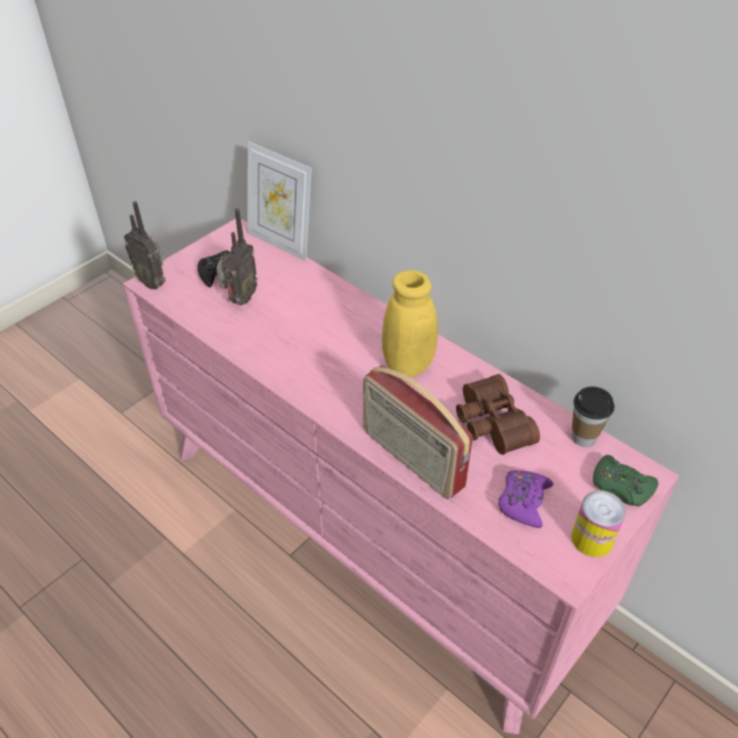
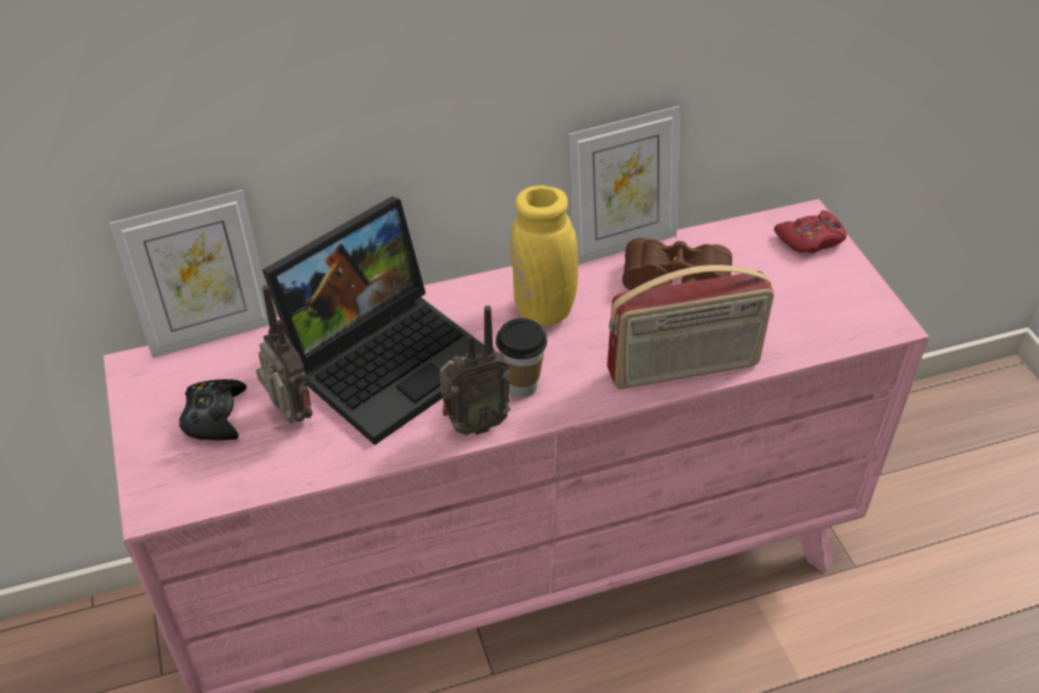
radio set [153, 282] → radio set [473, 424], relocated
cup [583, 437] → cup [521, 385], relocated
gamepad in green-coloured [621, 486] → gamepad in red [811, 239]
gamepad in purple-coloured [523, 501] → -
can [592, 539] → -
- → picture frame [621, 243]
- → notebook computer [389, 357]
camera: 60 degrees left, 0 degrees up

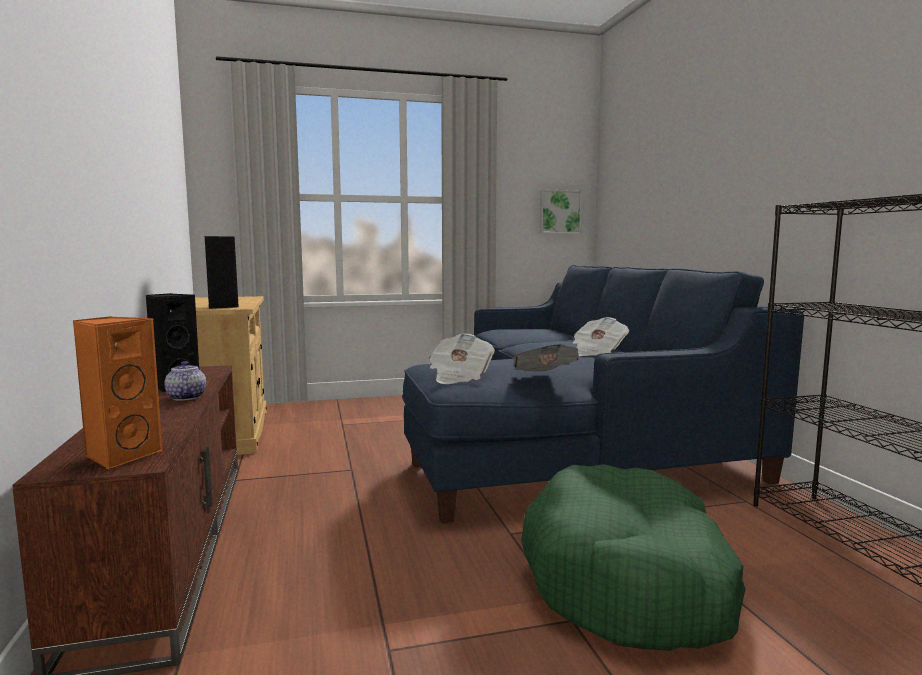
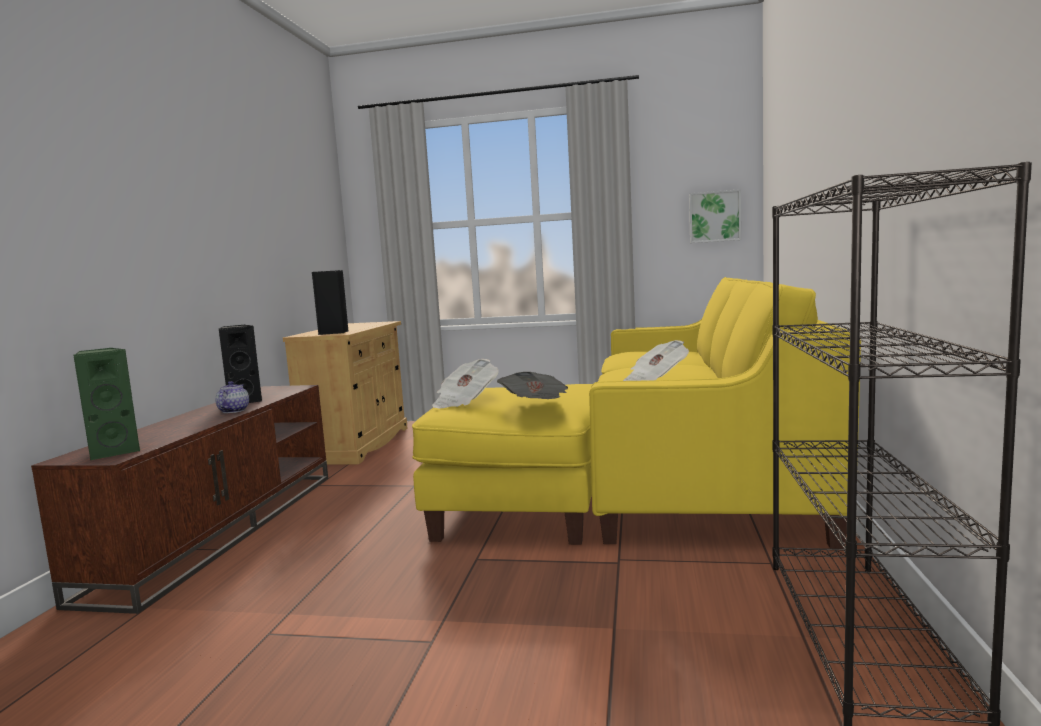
couch in blue [571, 437] → couch in yellow-coloured [660, 473]
audio speaker in orange-coloured [121, 456] → audio speaker in green-coloured [114, 452]
dog bed in green-coloured [628, 580] → -
camera: 25 degrees right, 0 degrees up

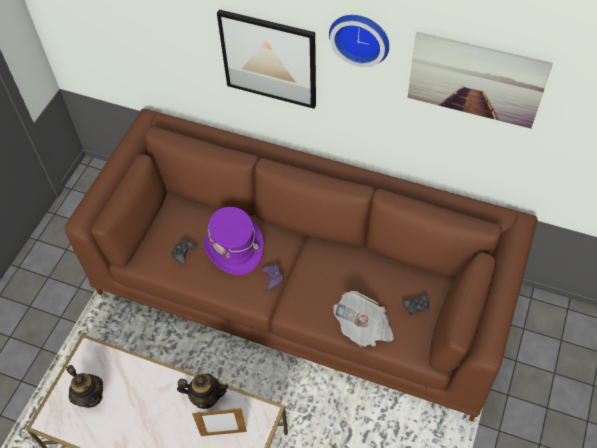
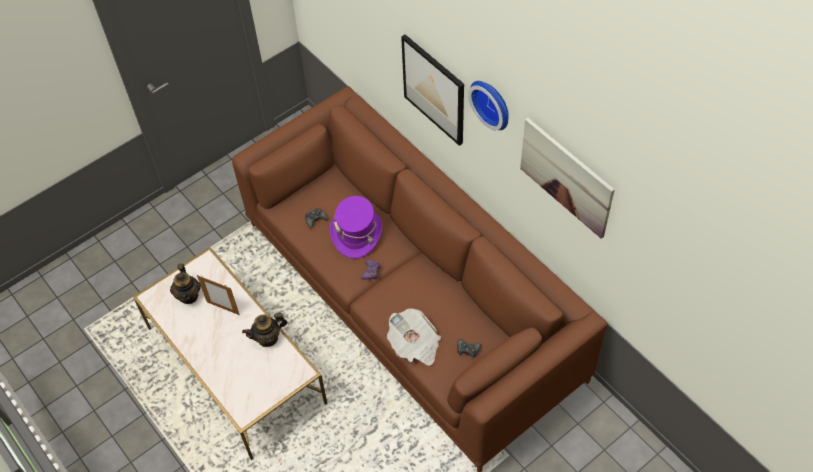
tea pot [206, 397] → tea pot [268, 338], 120 degrees clockwise
picture frame [223, 433] → picture frame [223, 308], relocated
camera: 30 degrees right, 0 degrees up

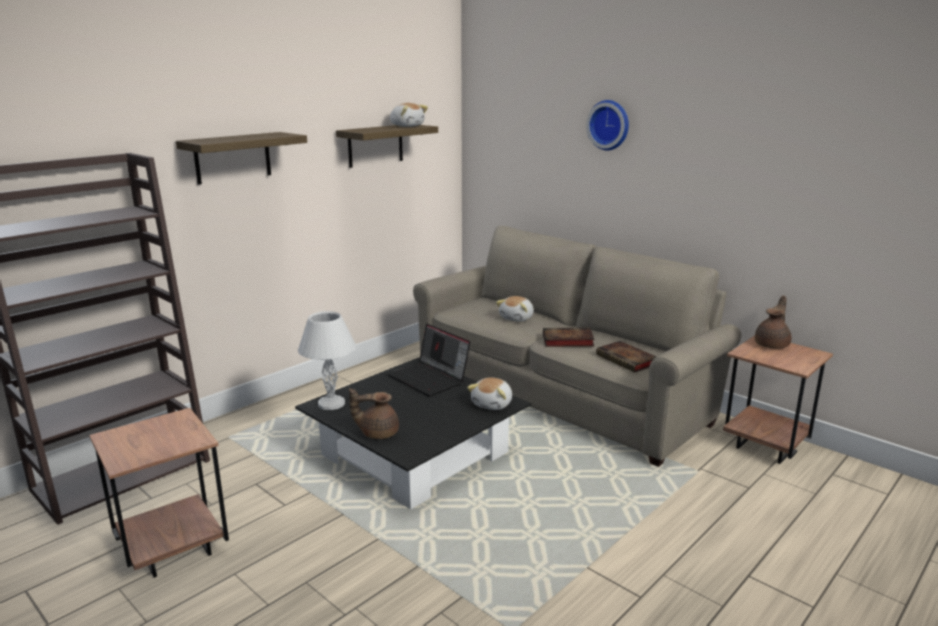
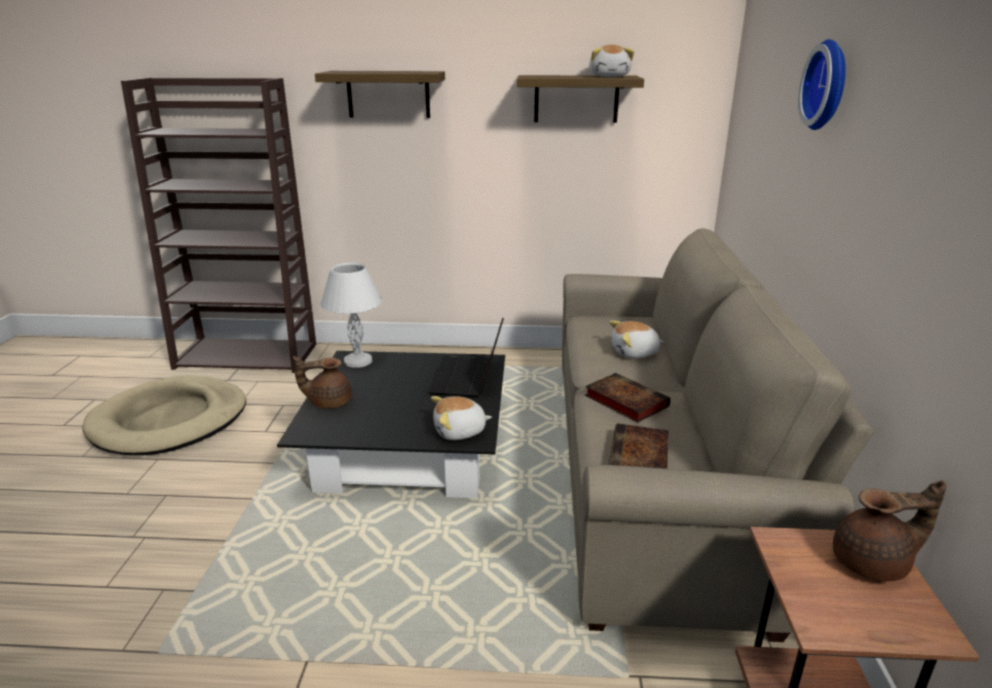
tea pot in brown [377, 433] → tea pot in brown [328, 402], 60 degrees counterclockwise
end table in brown [173, 550] → dog bed in beige [170, 421]
camera: 50 degrees right, 5 degrees up

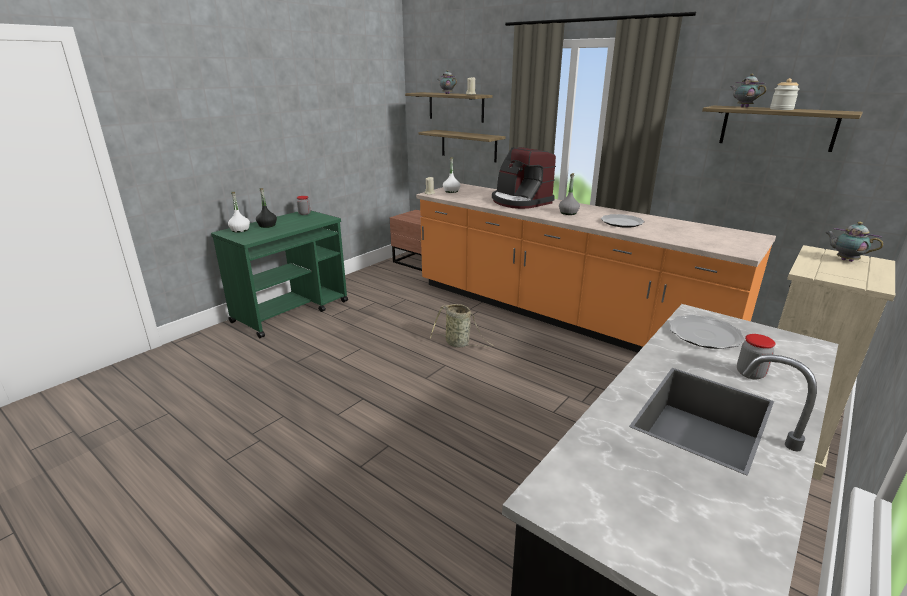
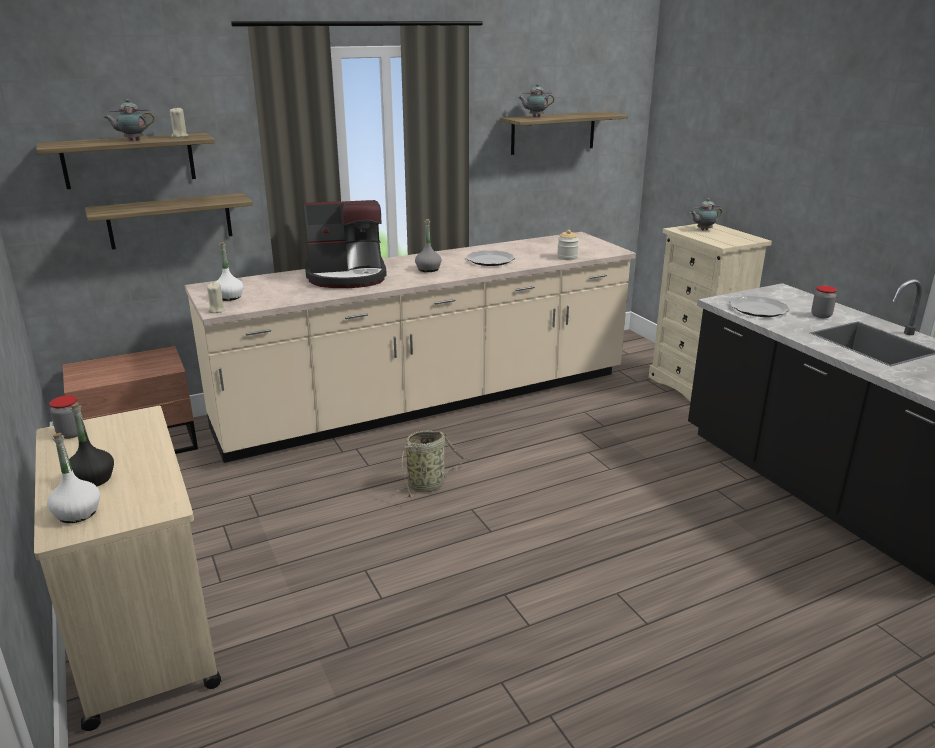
storage jar [781, 109] → storage jar [567, 257], relocated
kitchen base unit in orange-coloured [560, 316] → kitchen base unit in beige [427, 402]
cart in green-coloured [292, 311] → cart in beige [143, 629]
camera: 65 degrees left, 0 degrees up

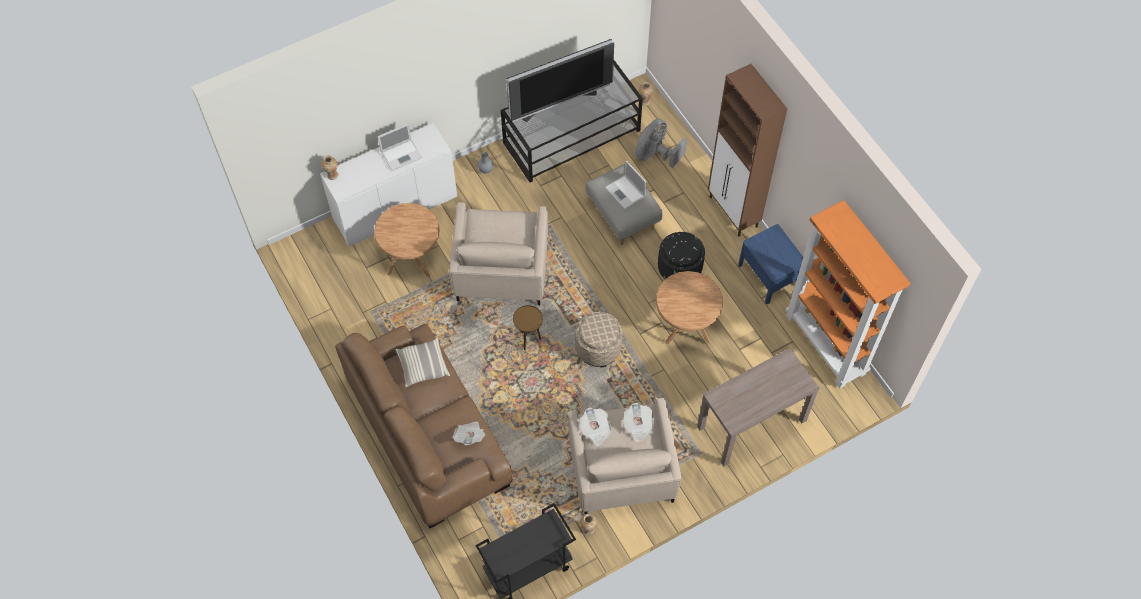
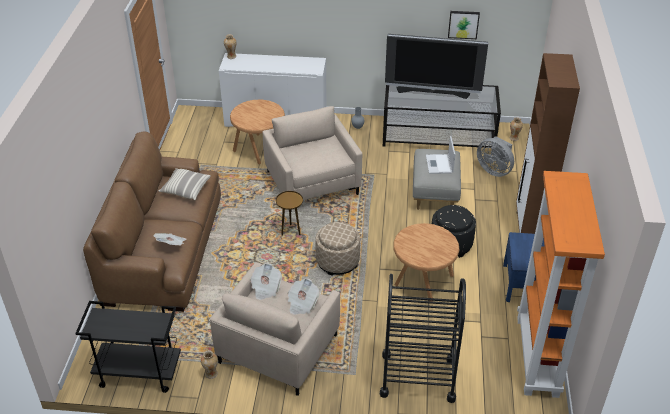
fan in greyish [655, 154] → fan in greyish [494, 170], 120 degrees counterclockwise
notebook computer [402, 154] → -
armchair in beige [501, 269] → armchair in beige [312, 183], 120 degrees clockwise
narrow table in brown [751, 424] → cart in black-coloured [418, 377]
- → wall picture [463, 24]
camera: 35 degrees right, 20 degrees down

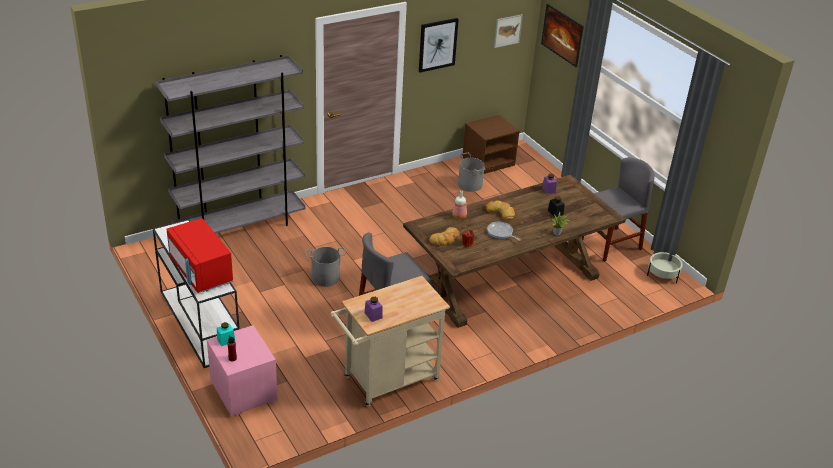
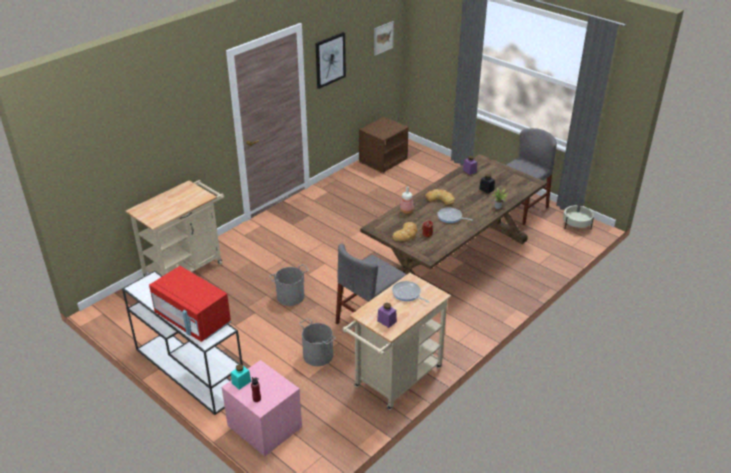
wall picture [560, 45] → -
bookshelf in greyish [240, 227] → cart in beige [187, 268]
pail in greyish [469, 185] → pail in greyish [317, 355], relocated
- → pan [407, 294]
camera: 15 degrees left, 0 degrees up

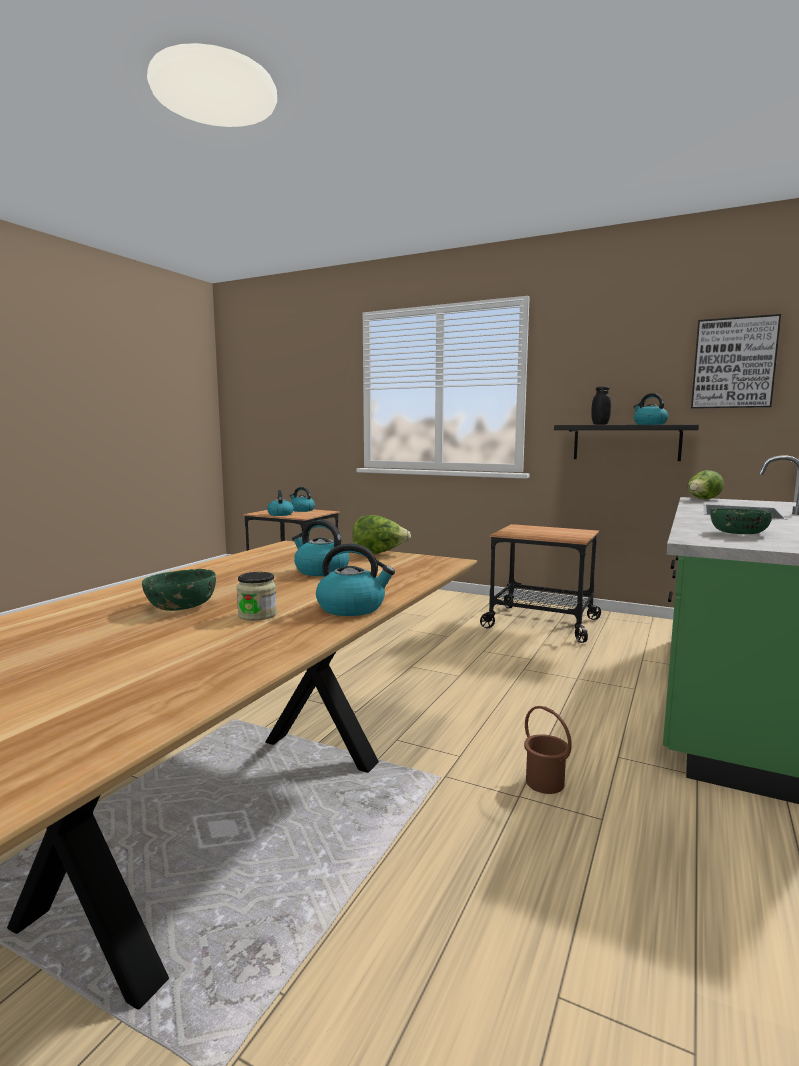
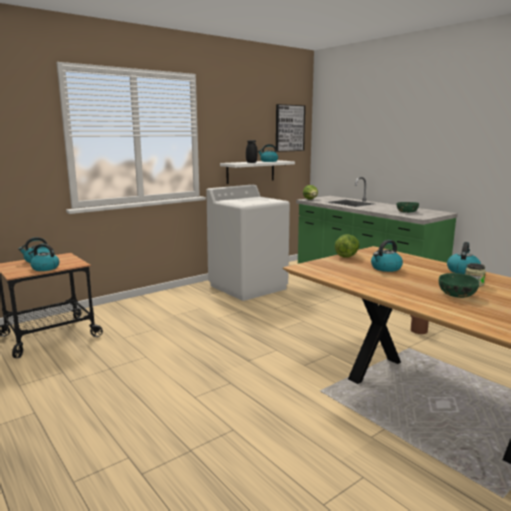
wall shelf in black-coloured [626, 442] → wall shelf in whitish [250, 171]
cart [541, 623] → laundry appliance in whitish [248, 287]
camera: 65 degrees left, 5 degrees up

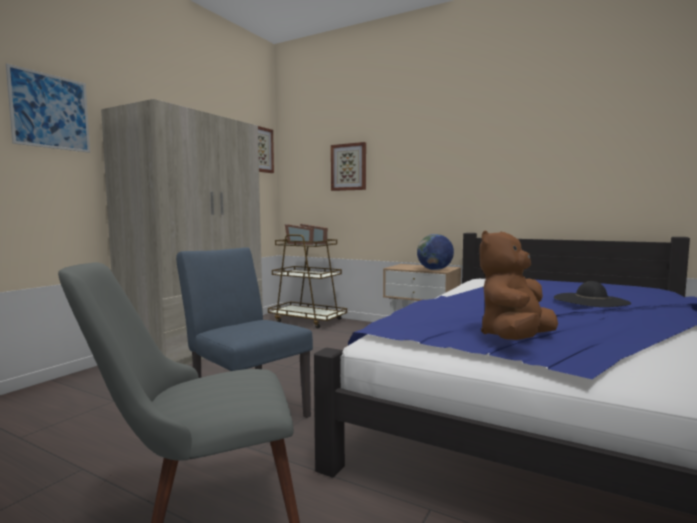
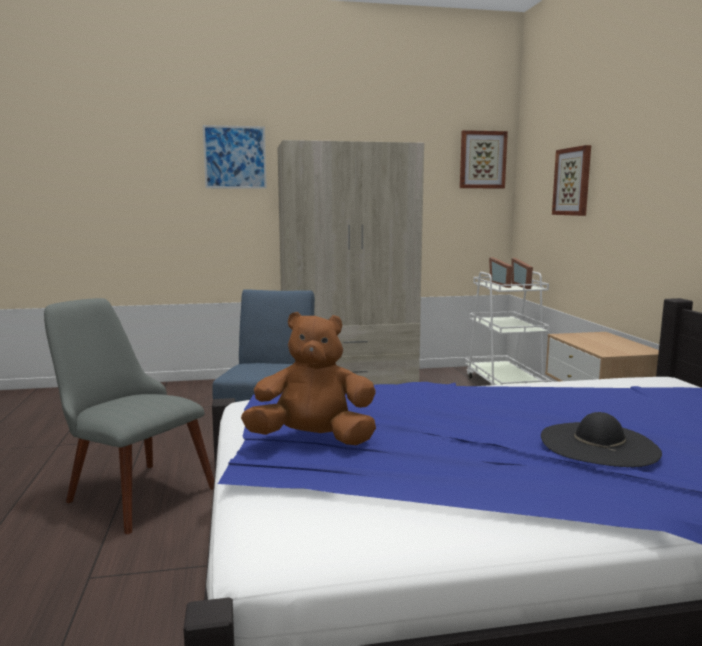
cart in brown [307, 320] → cart in whitish [504, 384]
world globe [434, 269] → -
camera: 50 degrees right, 5 degrees up

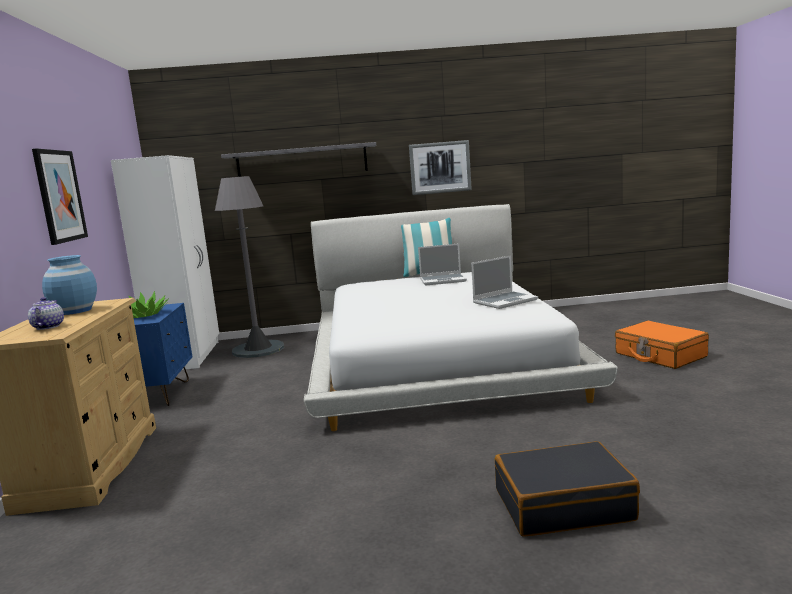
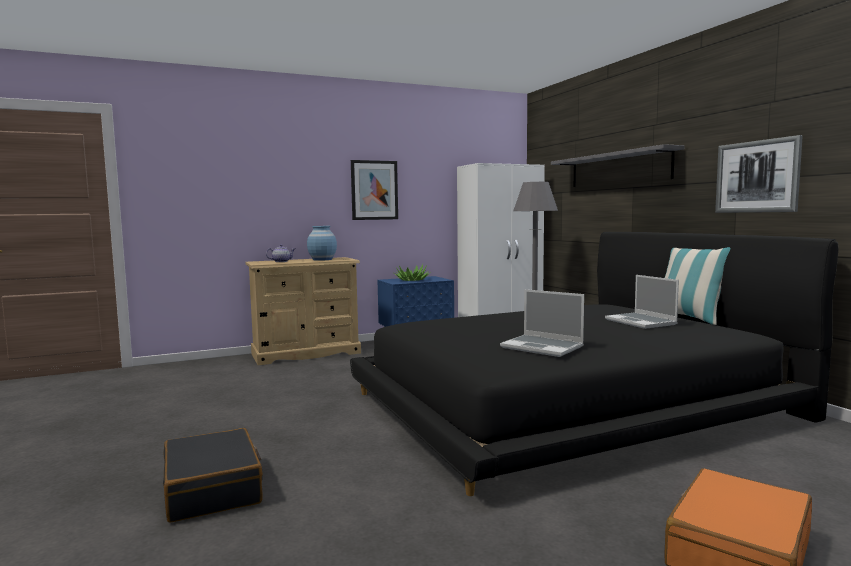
sleeping bed in whitish [436, 358] → sleeping bed in black-coloured [568, 403]
camera: 70 degrees right, 5 degrees down

